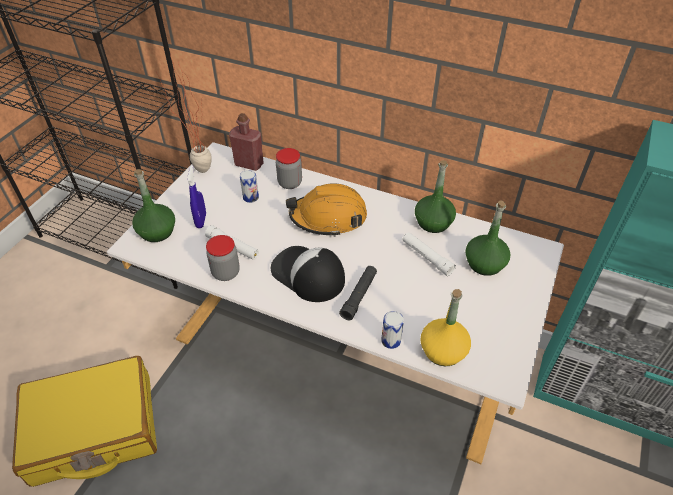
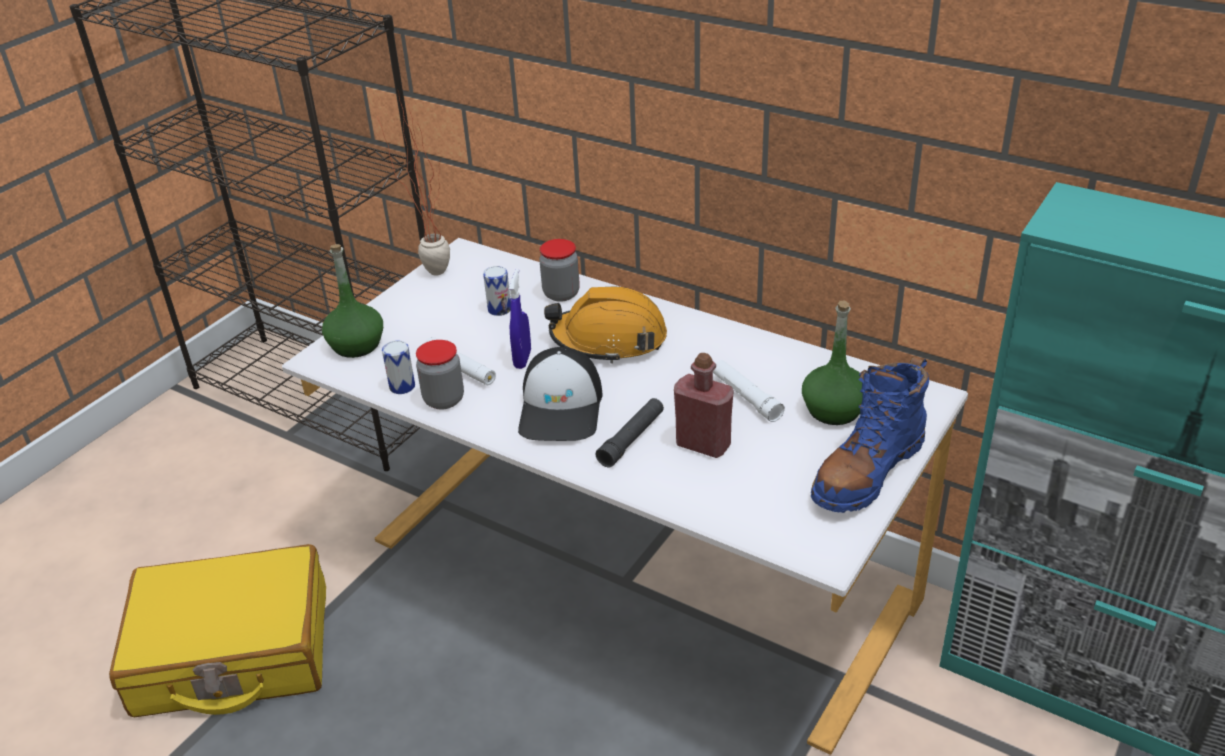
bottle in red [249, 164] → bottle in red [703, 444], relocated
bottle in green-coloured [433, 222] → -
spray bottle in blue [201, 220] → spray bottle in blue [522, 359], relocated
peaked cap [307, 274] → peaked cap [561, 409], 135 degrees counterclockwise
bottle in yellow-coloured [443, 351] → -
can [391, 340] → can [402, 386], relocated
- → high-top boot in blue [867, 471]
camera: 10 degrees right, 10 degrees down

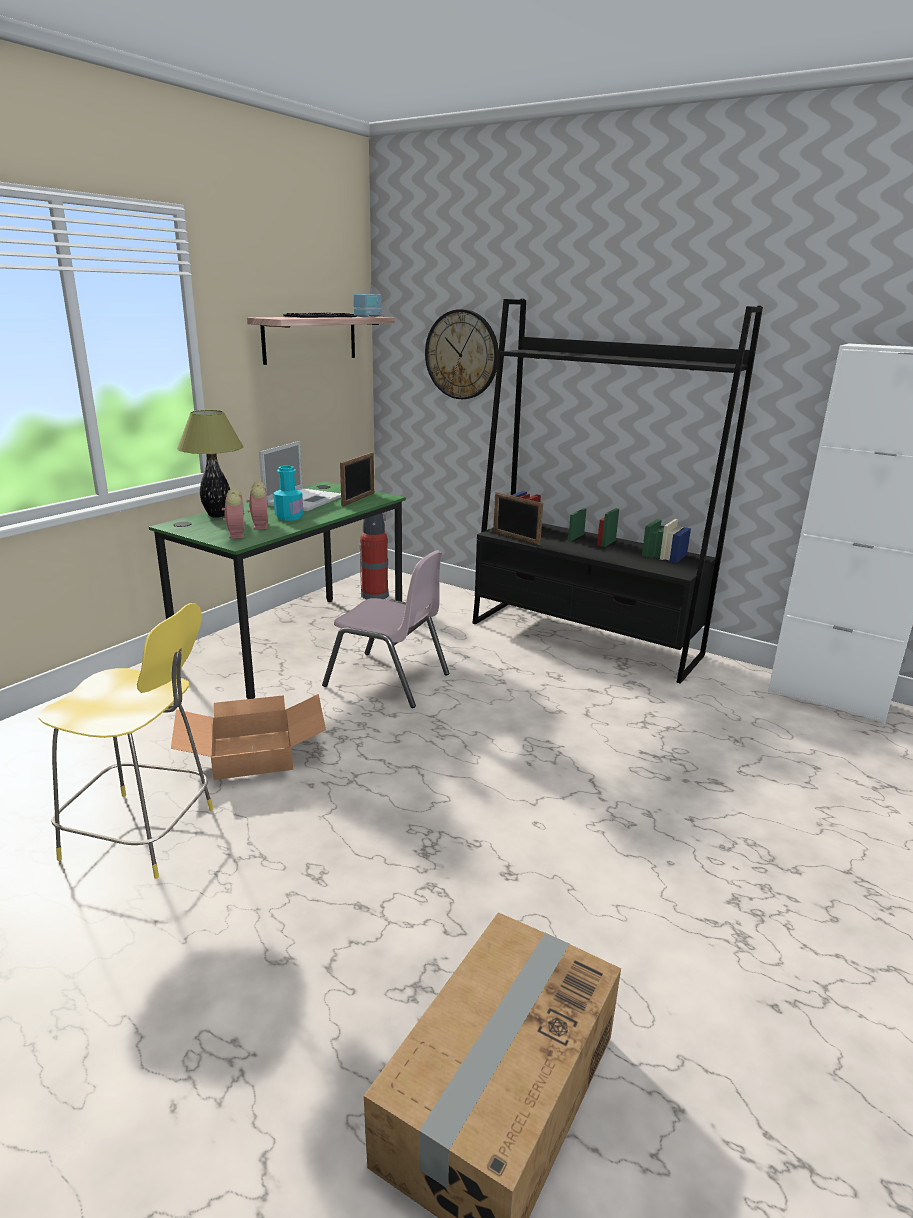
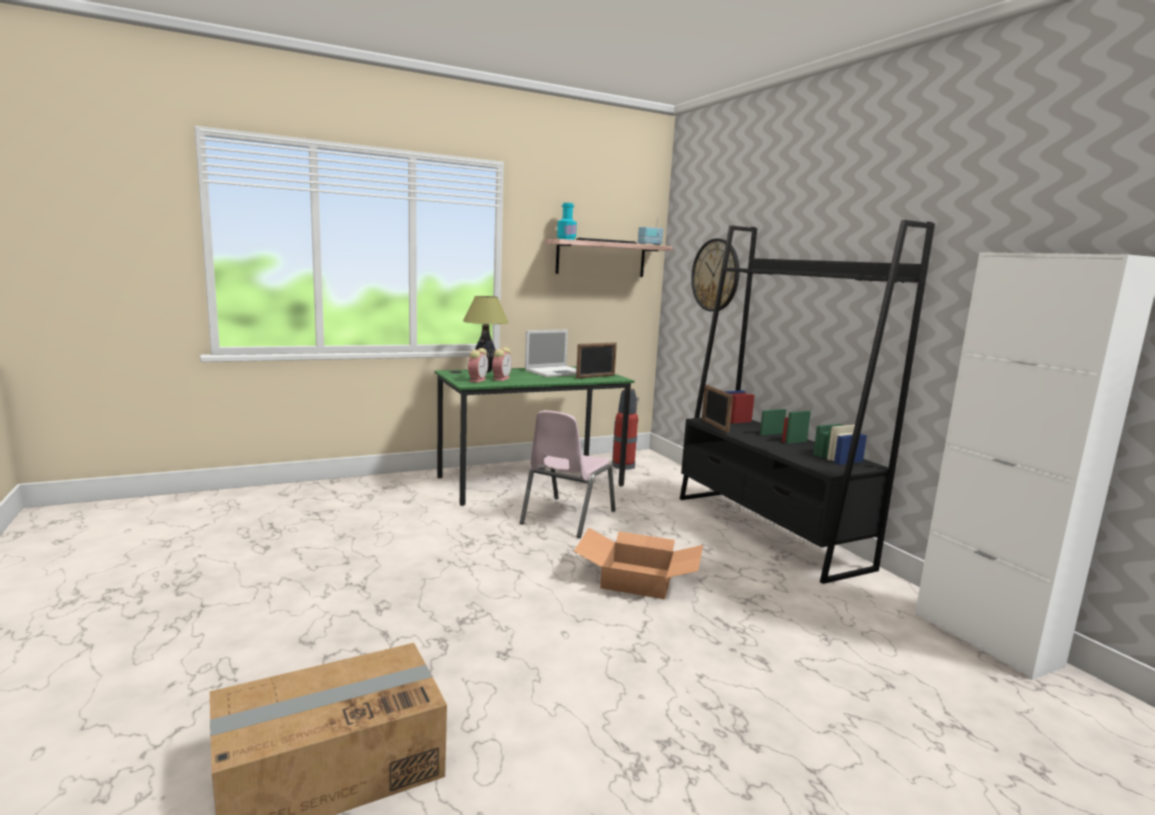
bottle in turquoise-coloured [289, 517] → bottle in turquoise-coloured [566, 239], relocated
plain chair in pinkish [388, 680] → plain chair in pinkish [567, 517], 60 degrees clockwise
stool in yellow-coloured [144, 834] → -
packing box [254, 753] → packing box [638, 579], relocated
camera: 30 degrees right, 10 degrees down

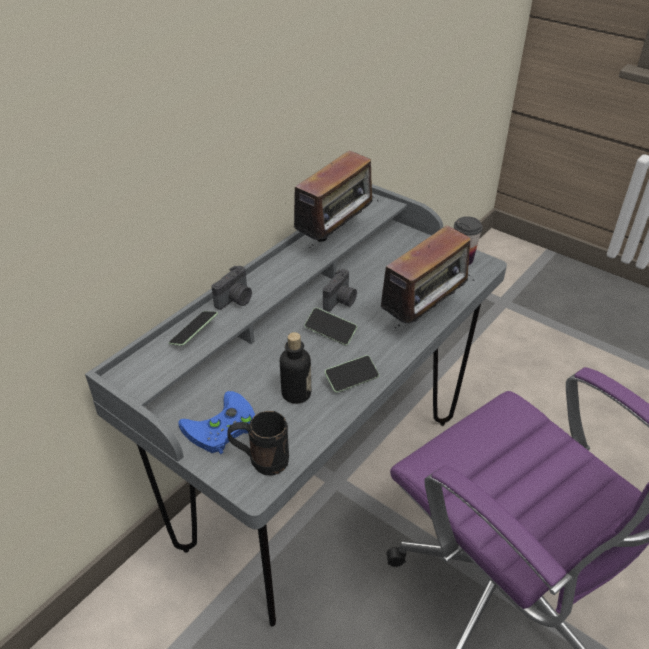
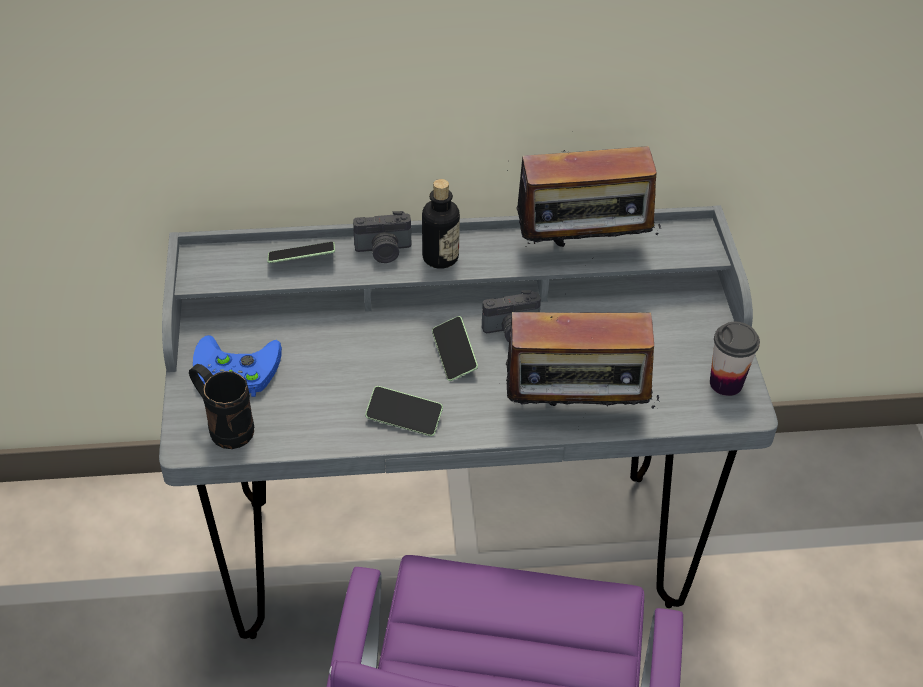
bottle [296, 393] → bottle [440, 257], relocated
camera: 45 degrees right, 5 degrees up

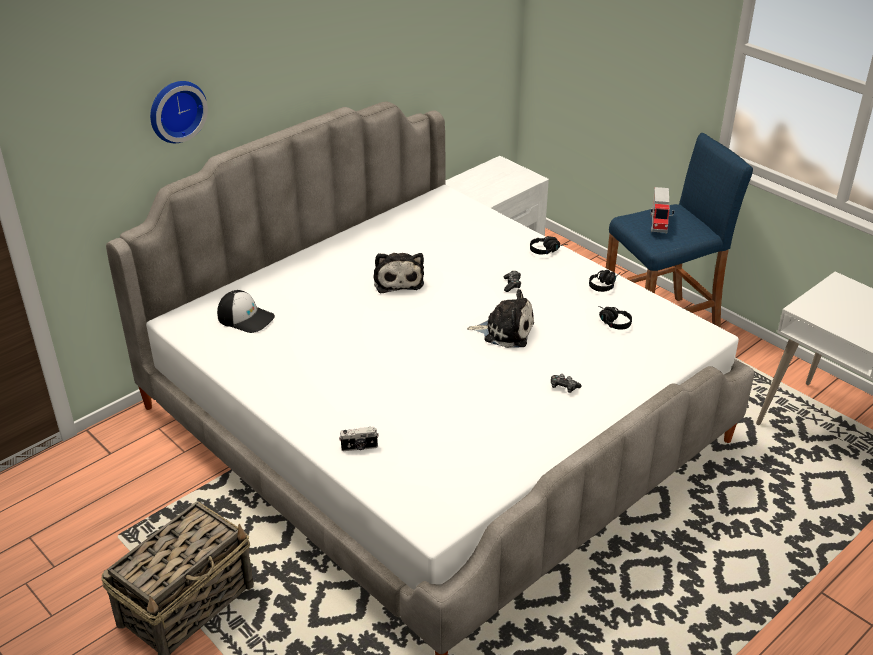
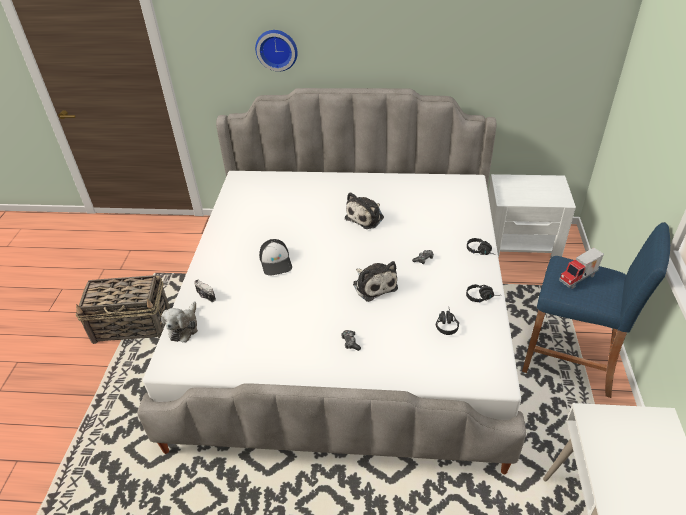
peaked cap [246, 317] → peaked cap [276, 261], relocated
- → plush toy [184, 327]
camera: 50 degrees right, 5 degrees up

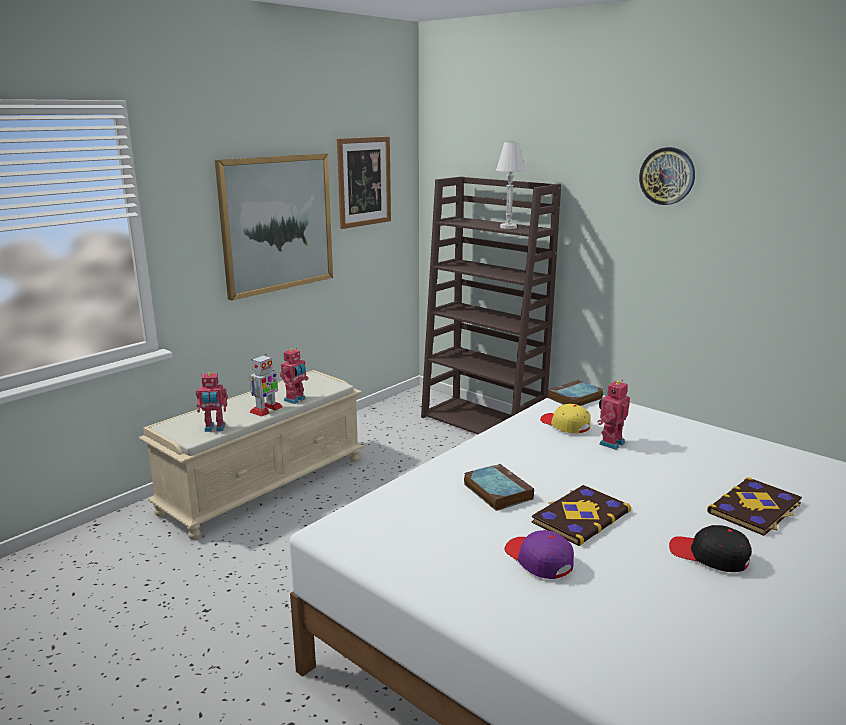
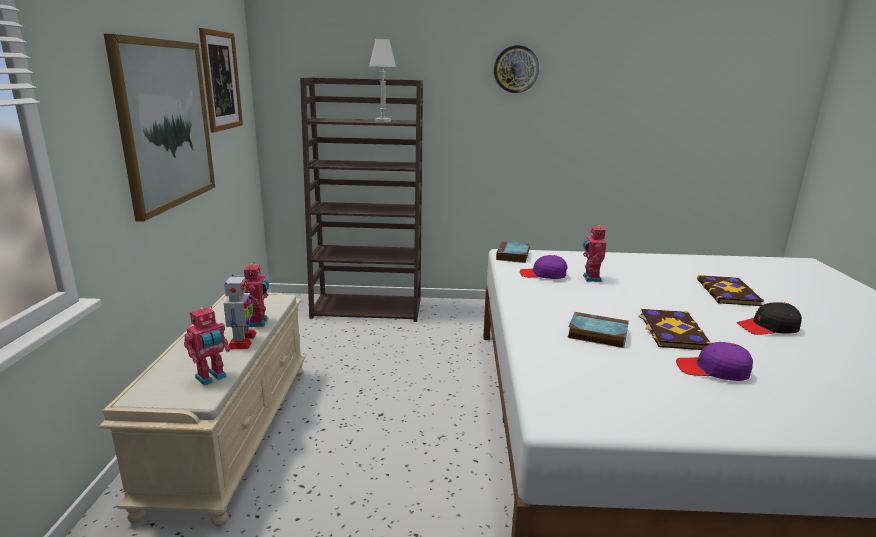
peaked cap in yellow-coloured [565, 425] → peaked cap in purple-coloured [543, 275]
camera: 40 degrees left, 0 degrees up

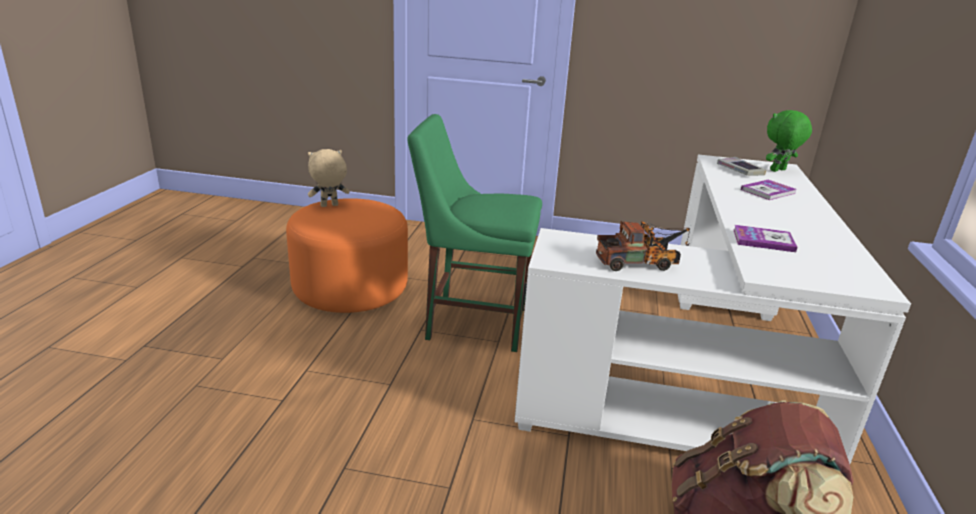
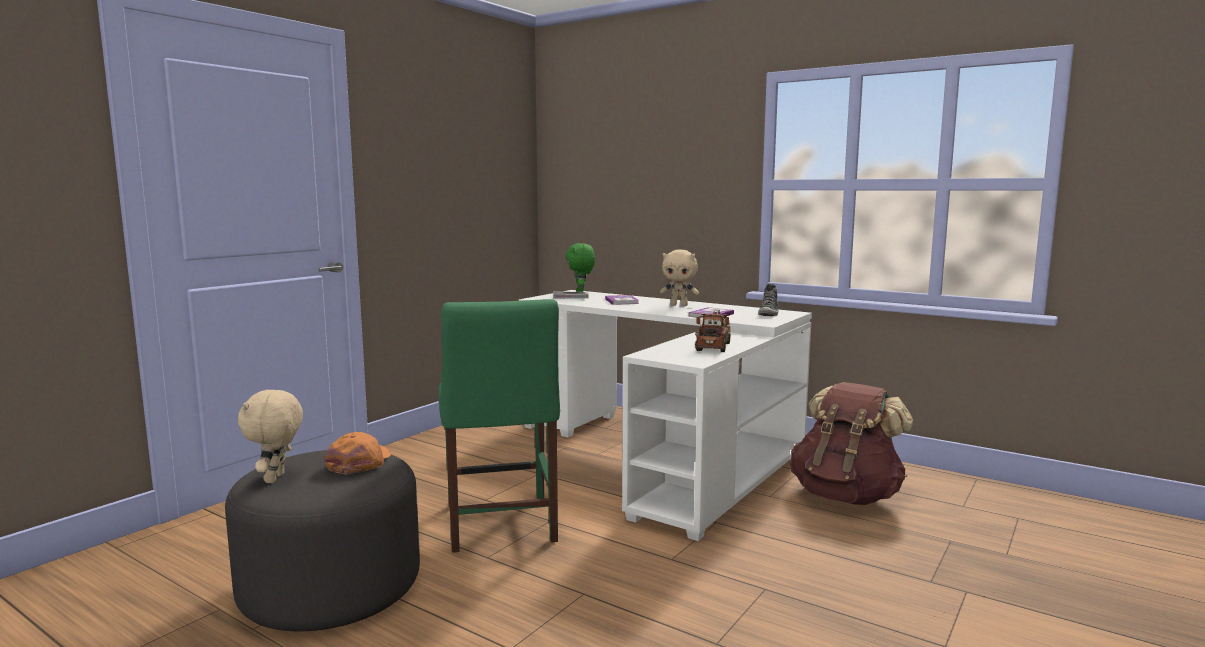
plain chair in green-coloured [471, 322] → plain chair in green-coloured [500, 526], 45 degrees counterclockwise
footrest in orange-coloured [350, 289] → footrest in greyish [331, 589]
- → plush toy in beige [679, 305]
- → low shoe [769, 314]
- → peaked cap in orange-coloured [360, 462]
camera: 65 degrees left, 15 degrees down

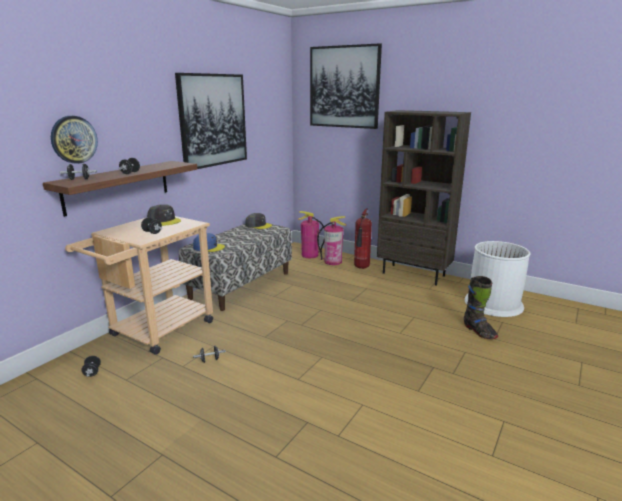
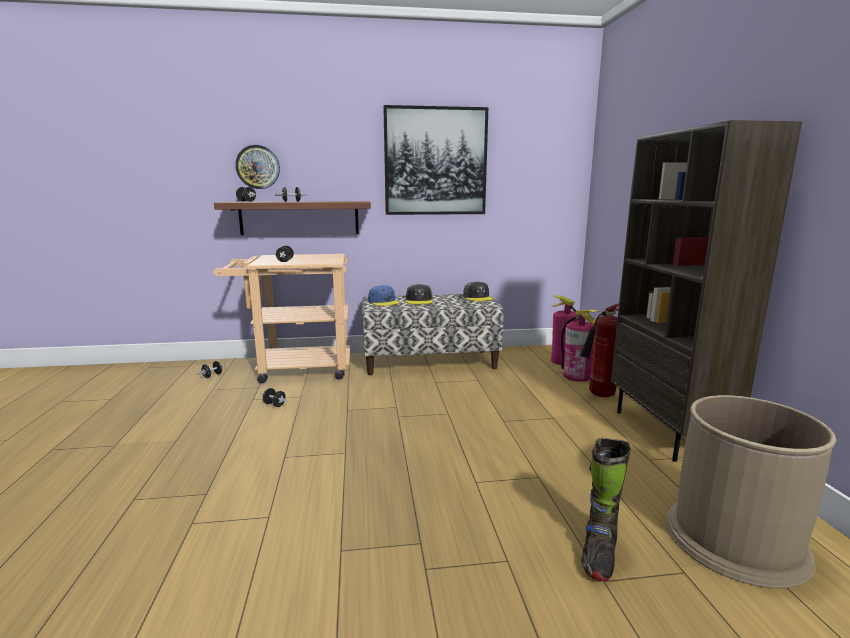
wall picture [344, 87] → -
peaked cap in greyish [164, 221] → peaked cap in greyish [419, 300], relocated
waste bin in whitish [493, 303] → waste bin in brown [735, 539]
camera: 50 degrees right, 5 degrees down

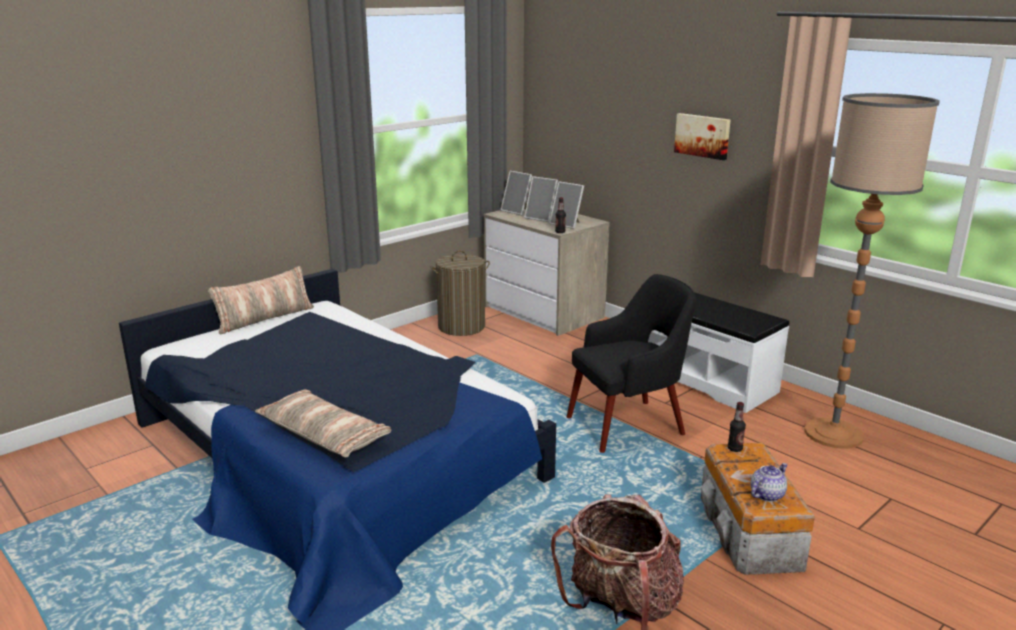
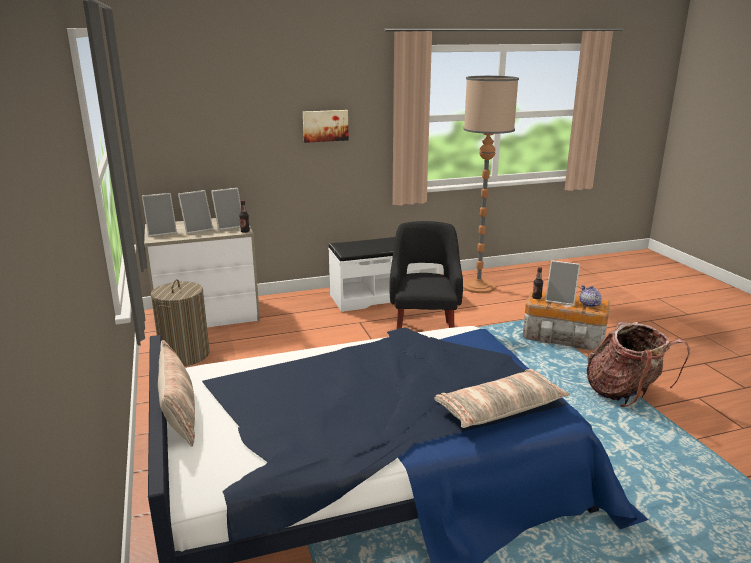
- → picture frame [561, 300]
camera: 65 degrees left, 0 degrees up

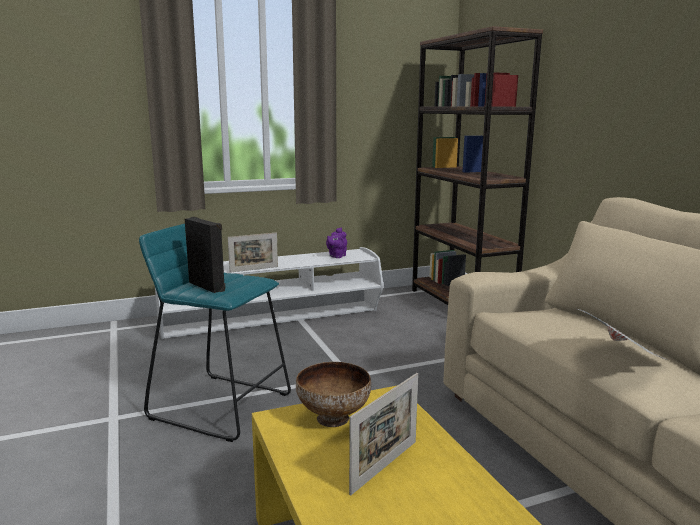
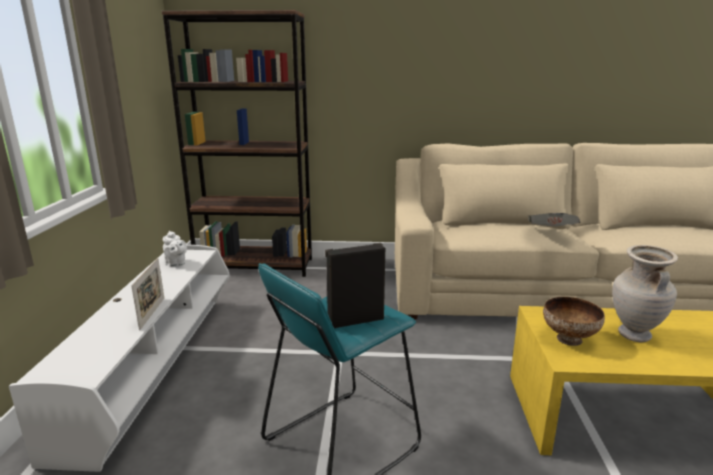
tea pot in purple-coloured [336, 256] → tea pot in whitish [176, 263]
picture frame [384, 466] → vase in beige [633, 335]
camera: 65 degrees left, 5 degrees up

